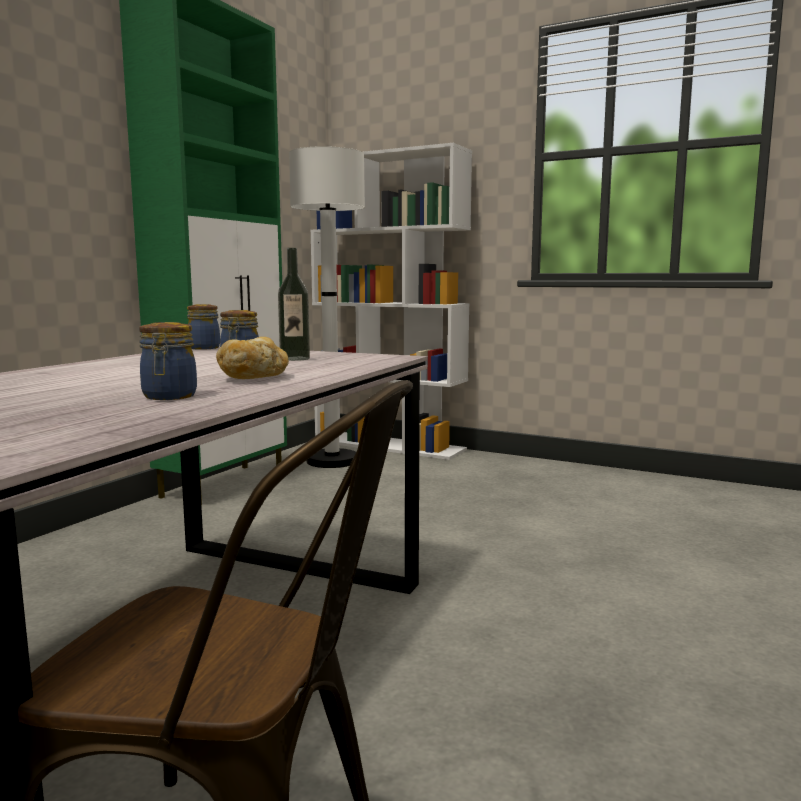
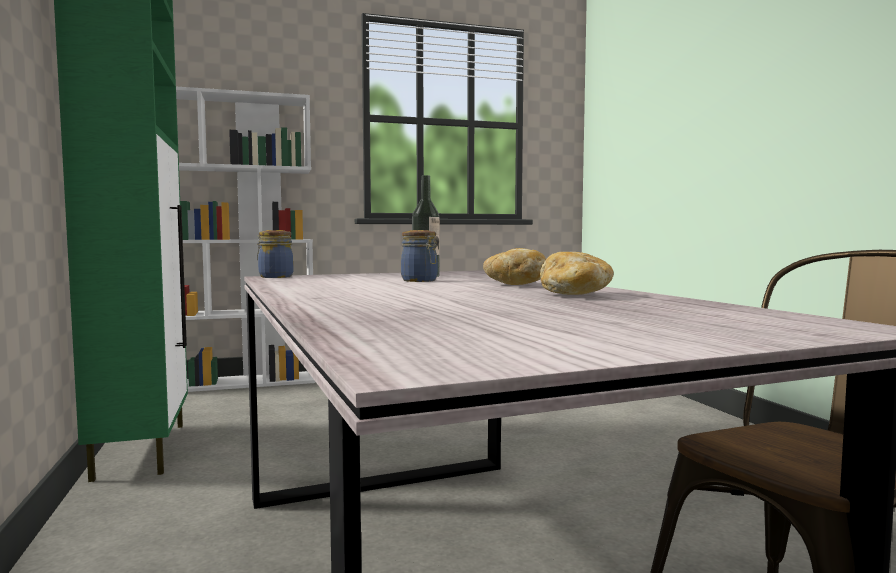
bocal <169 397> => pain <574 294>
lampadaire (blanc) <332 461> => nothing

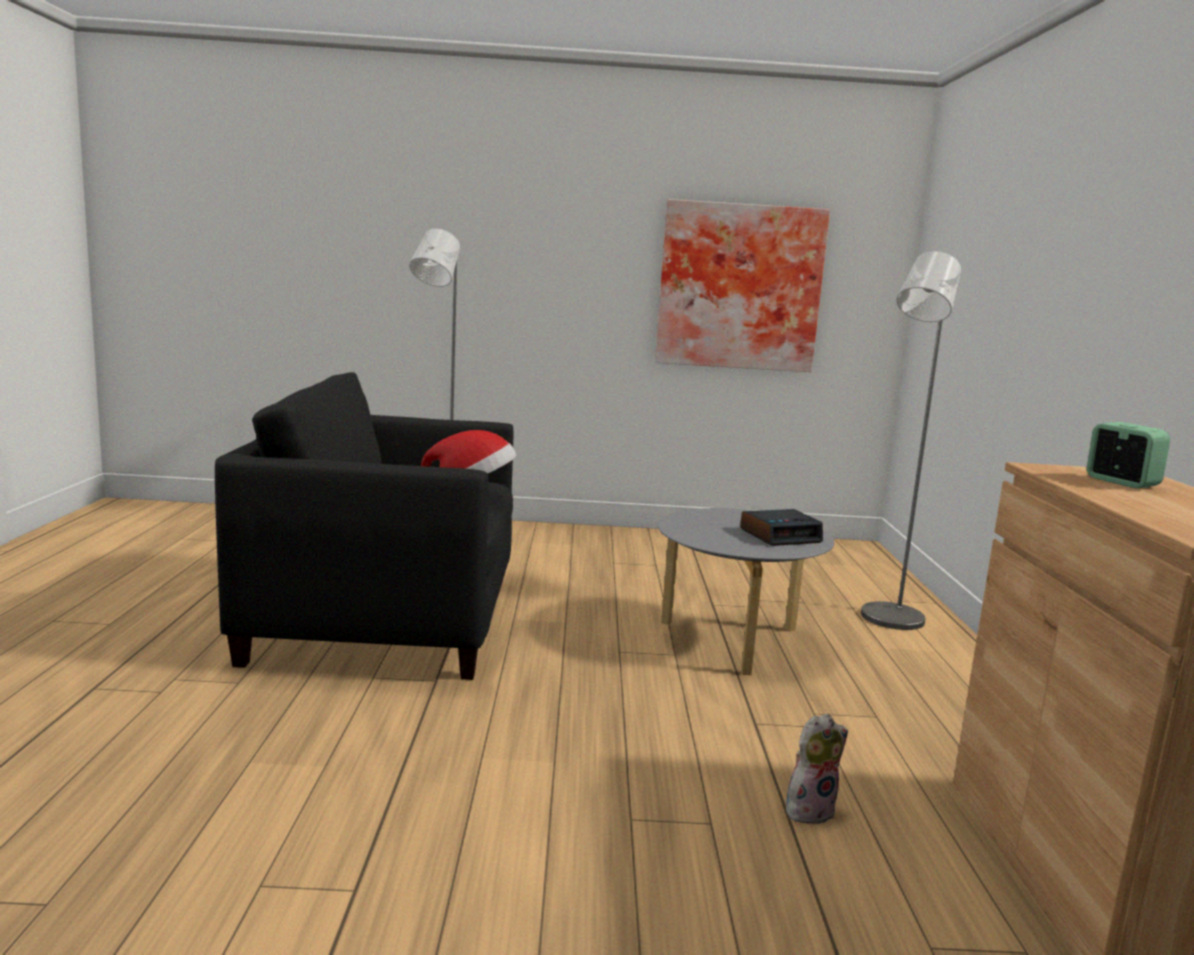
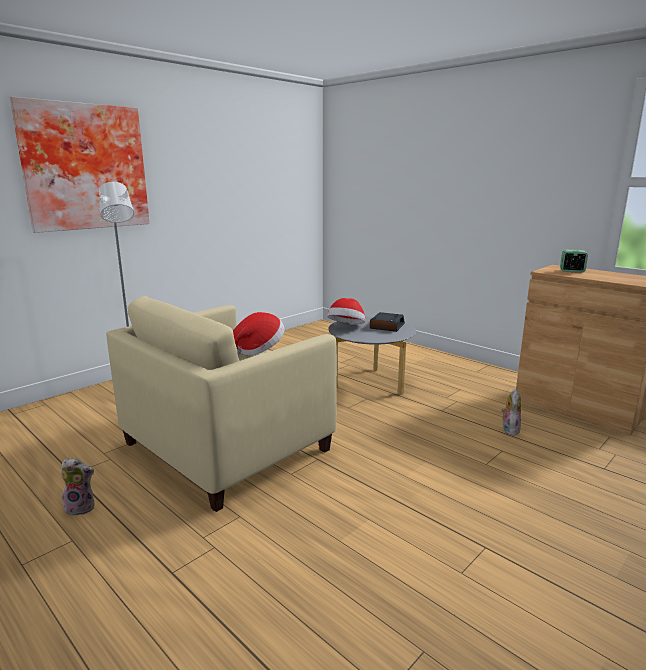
tableau <739 287> => tableau <84 167>, move
nothing => peluche <81 507>
fauteuil (noir) <386 620> => fauteuil (beige) <227 446>
nothing => chapeau <346 327>
lampadaire (gris) <888 621> => nothing

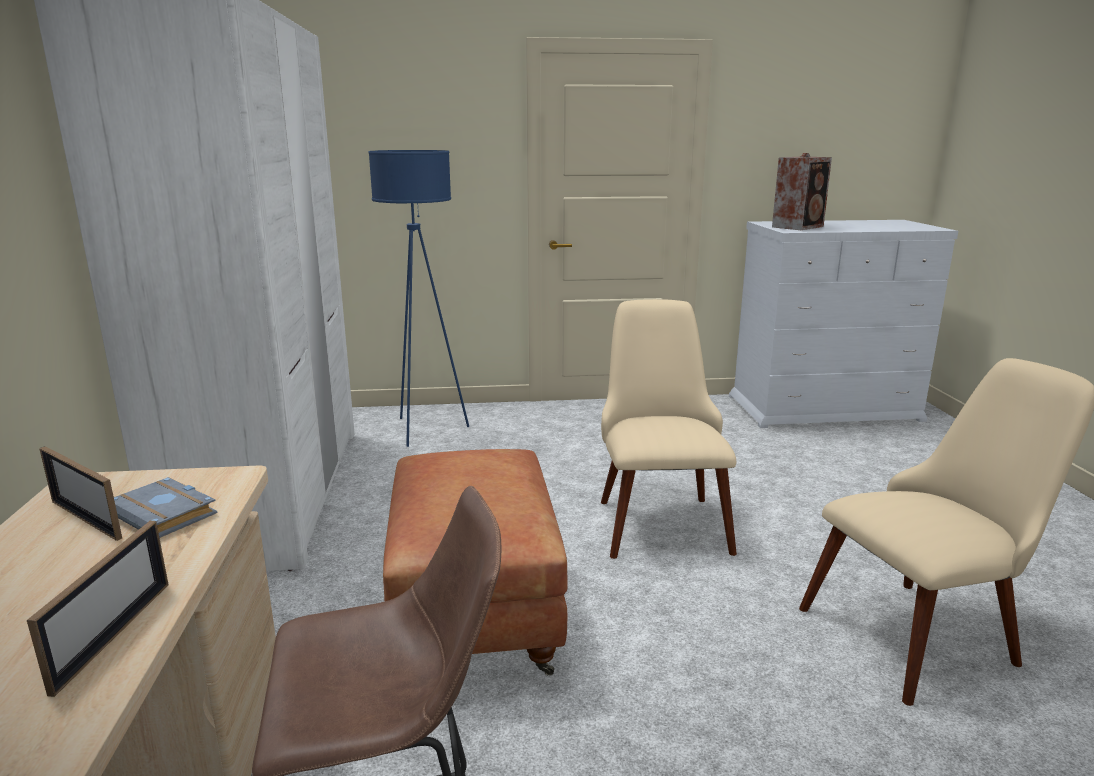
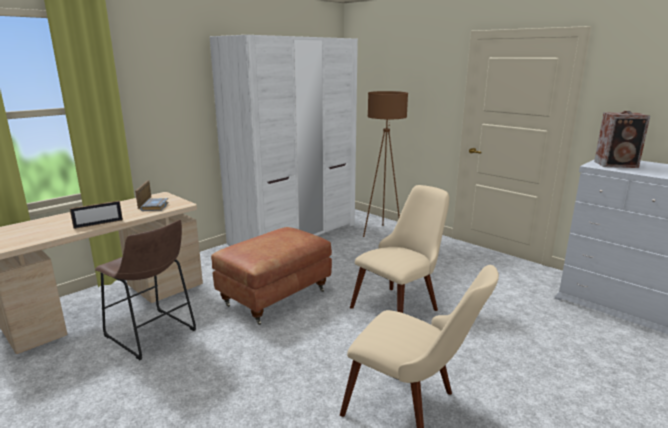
lampadaire (bleu) <425 430> => lampadaire (marron) <382 233>

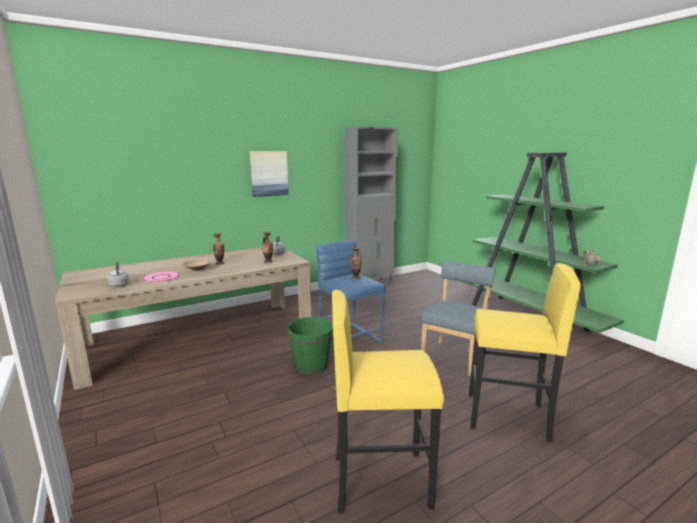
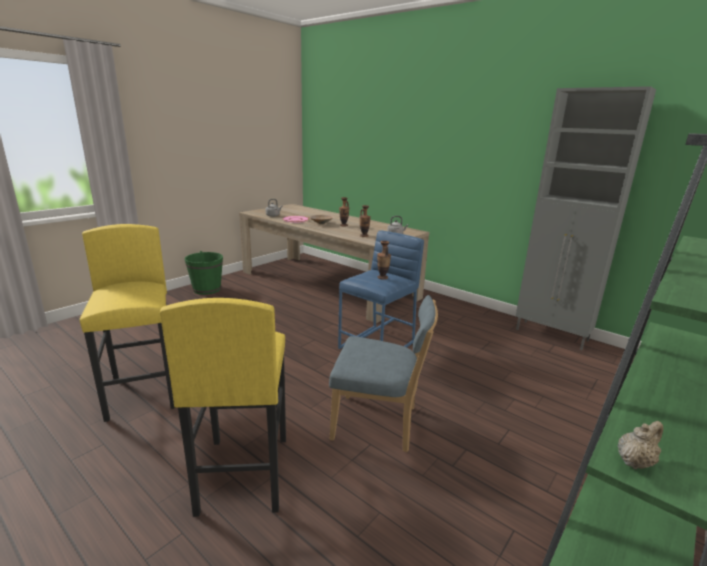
seau (vert) <311 365> => seau (vert) <207 289>, move
tableau <269 173> => nothing

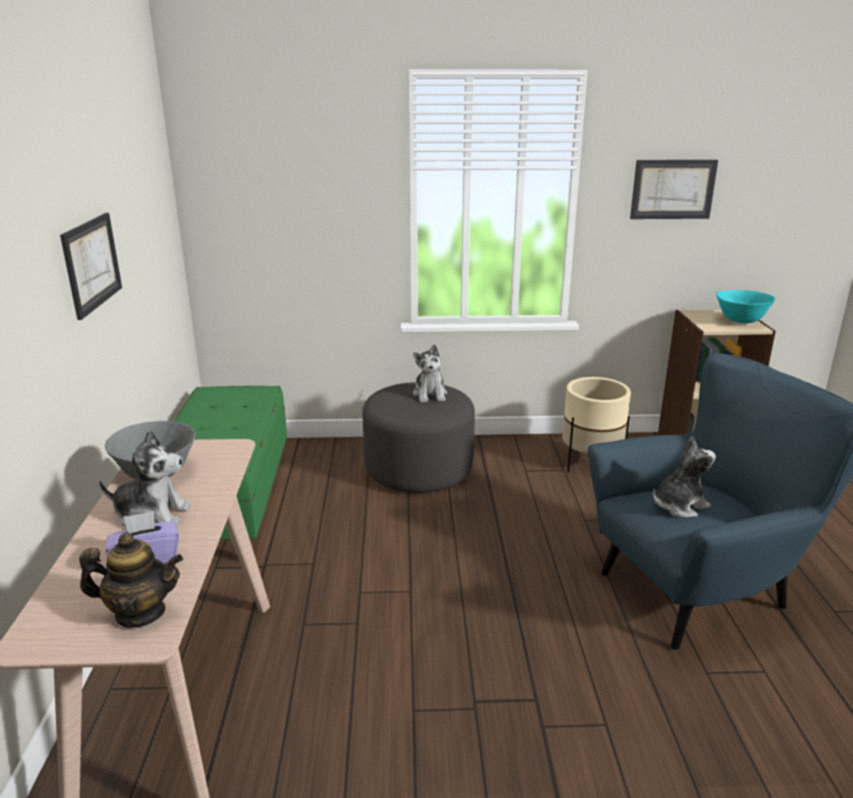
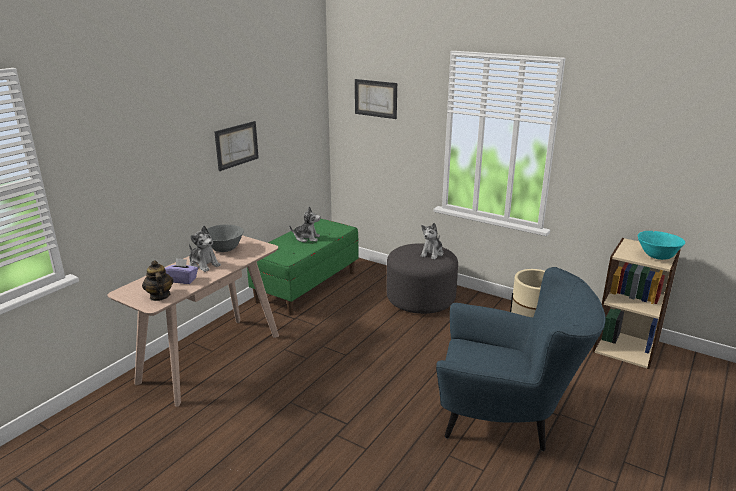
théière <140 613> => théière <159 296>, 150 degrees counterclockwise
peluche <678 505> => peluche <307 238>, move
tableau <672 189> => tableau <376 98>, move

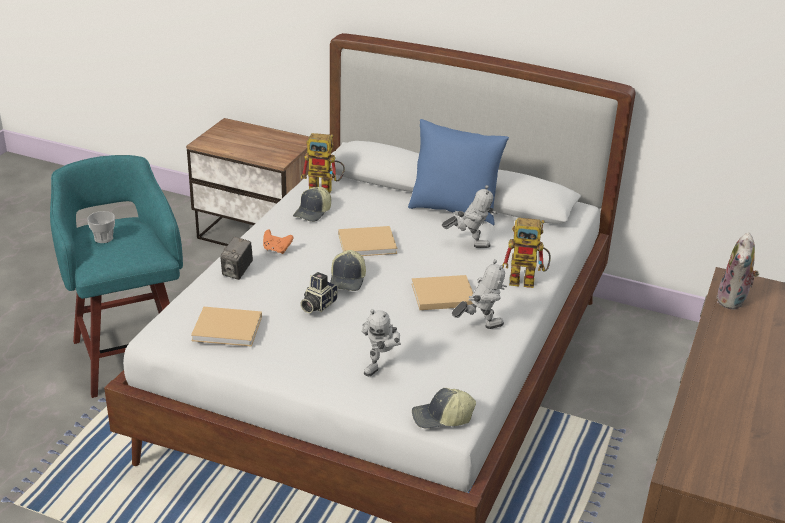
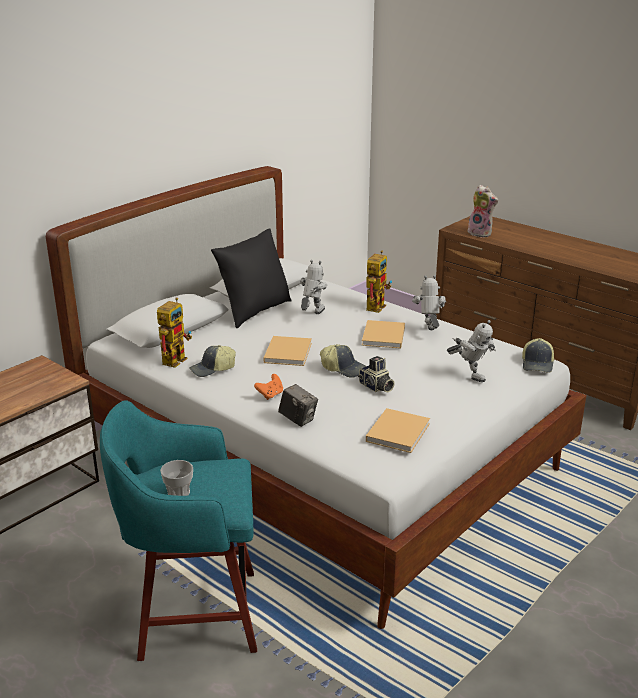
casquette <313 212> => casquette <213 369>, 105 degrees clockwise
coussin (bleu) <454 210> => coussin (noir) <254 312>

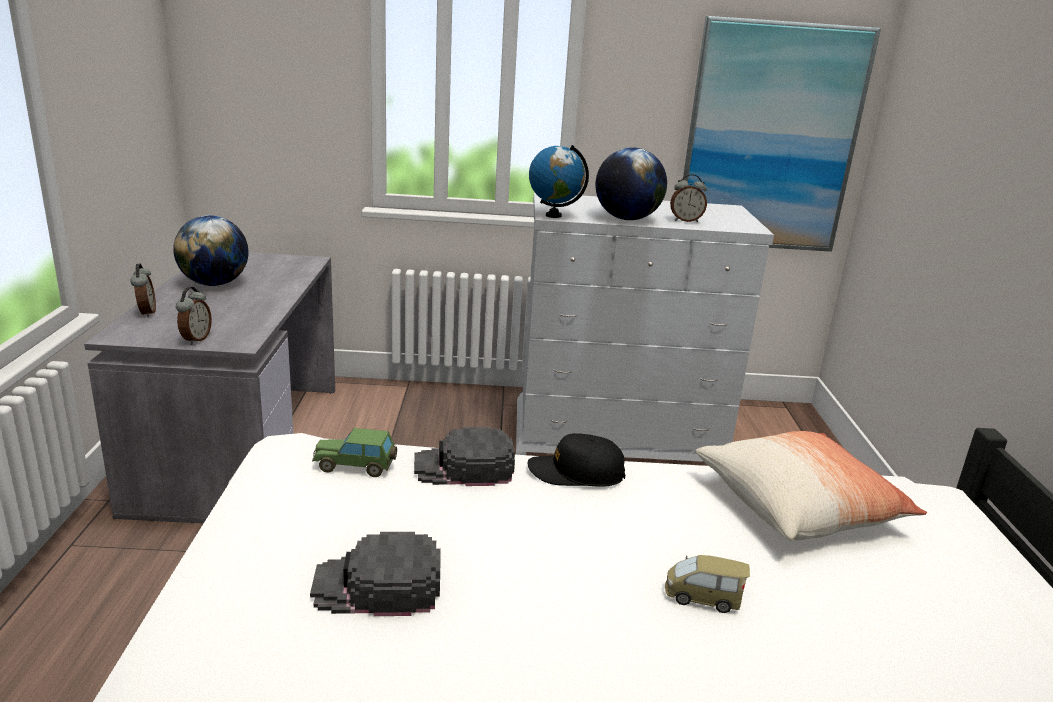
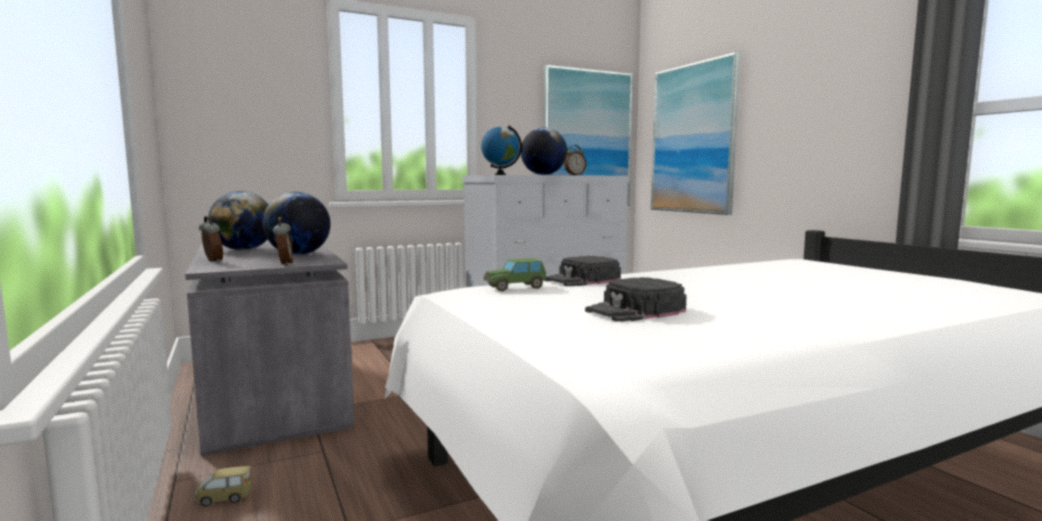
petite voiture <702 597> => petite voiture <224 498>, move
nothing => globe <299 255>
nothing => tableau <693 139>
casquette (noir) <576 473> => nothing
coussin <799 506> => nothing

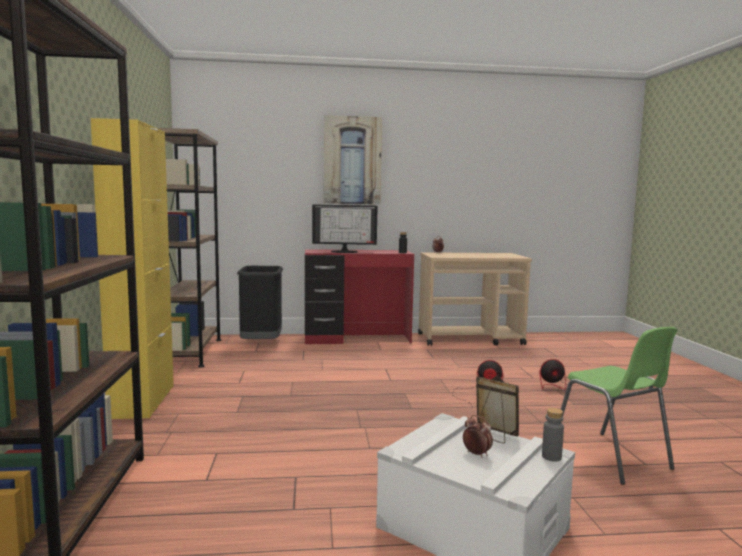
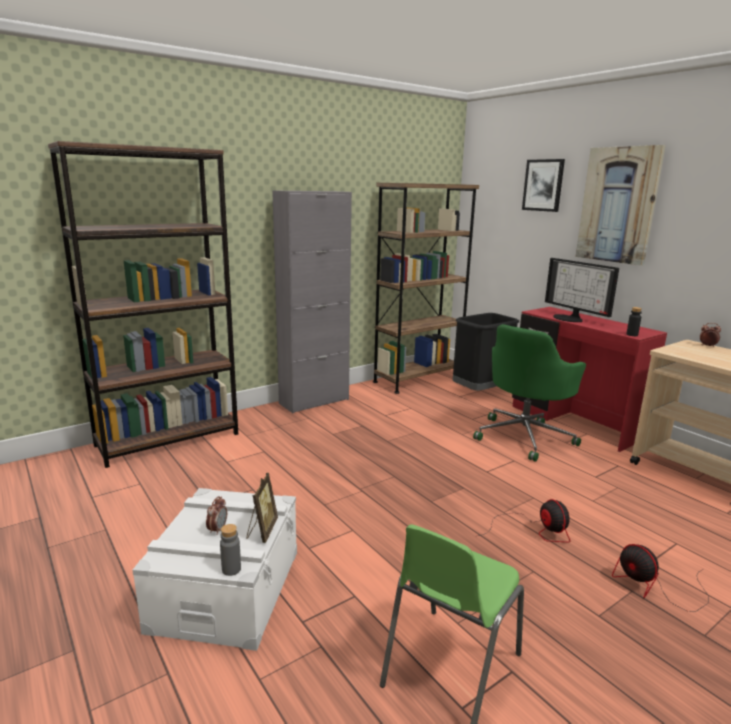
meuble de rangement (jaune) <142 401> => meuble de rangement (gris) <314 401>
nothing => chaise de bureau (vert) <524 437>
nothing => tableau <543 185>

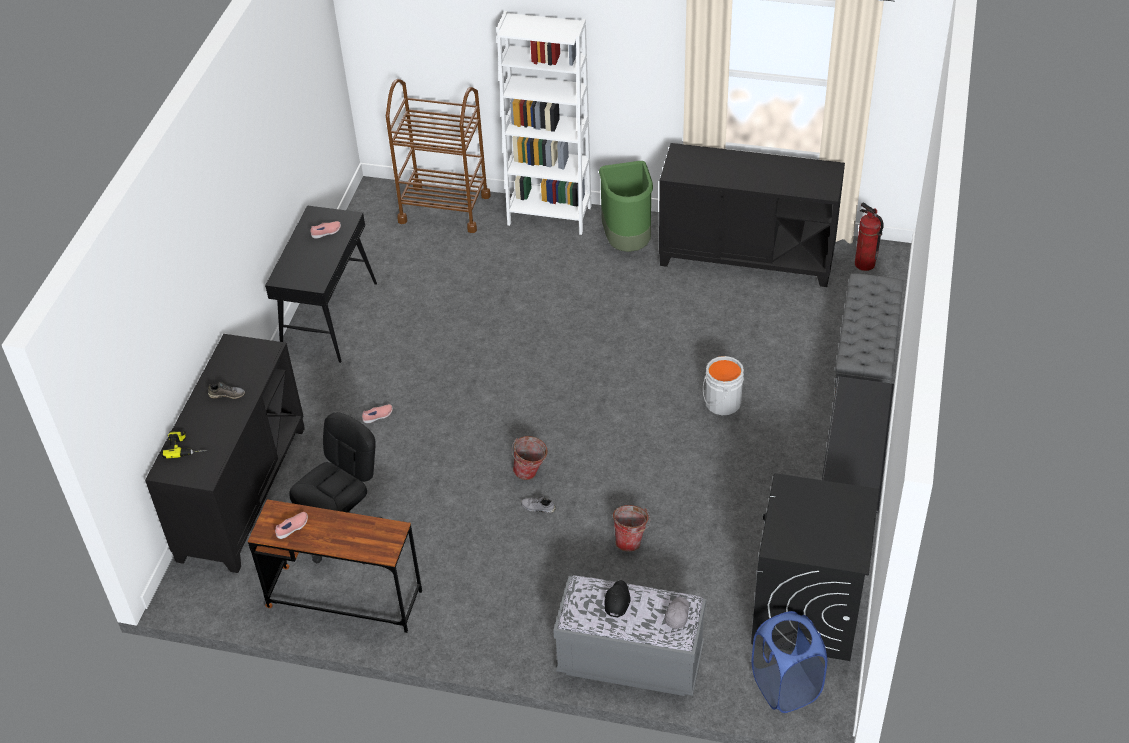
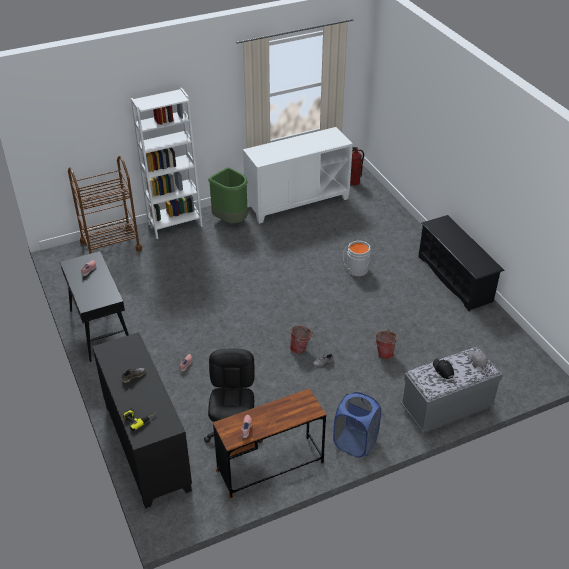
meuble de rangement (noir) <747 257> => meuble de rangement (blanc) <297 202>
panier à linge (bleu) <785 686> => panier à linge (bleu) <355 442>, move
lave-linge (noir) <807 611> => nothing
banc (gris) <864 363> => nothing

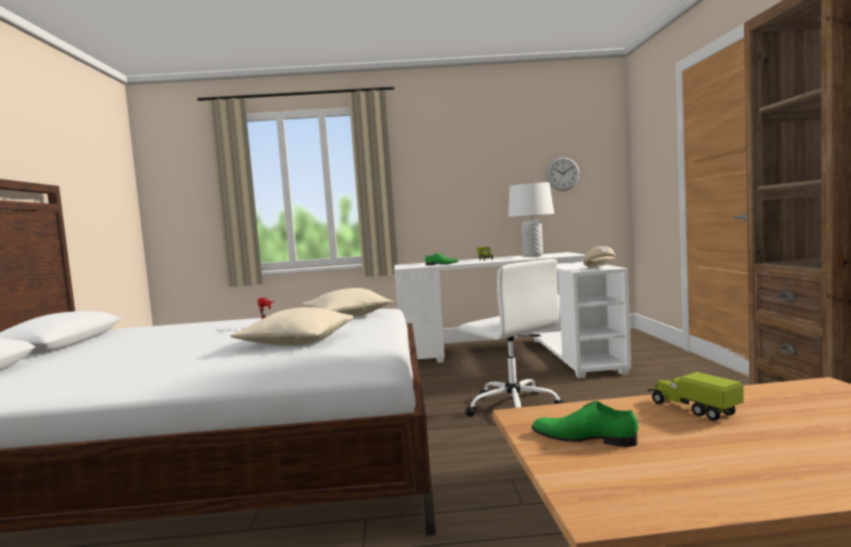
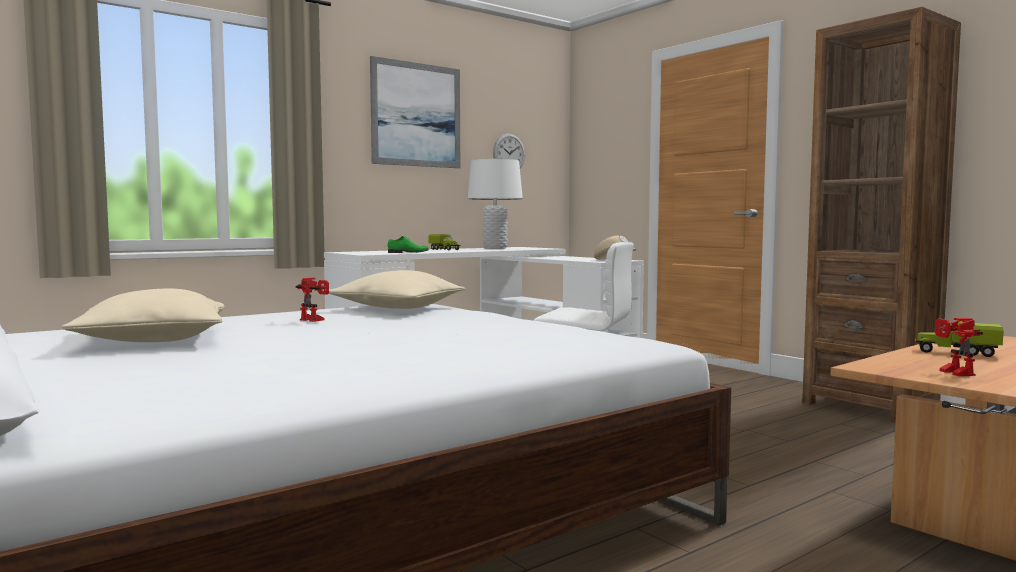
coussin (beige) <297 342> => coussin (beige) <153 340>, move
nothing => tableau <416 115>
chaussure (vert) <583 437> => robot jouet <951 372>

